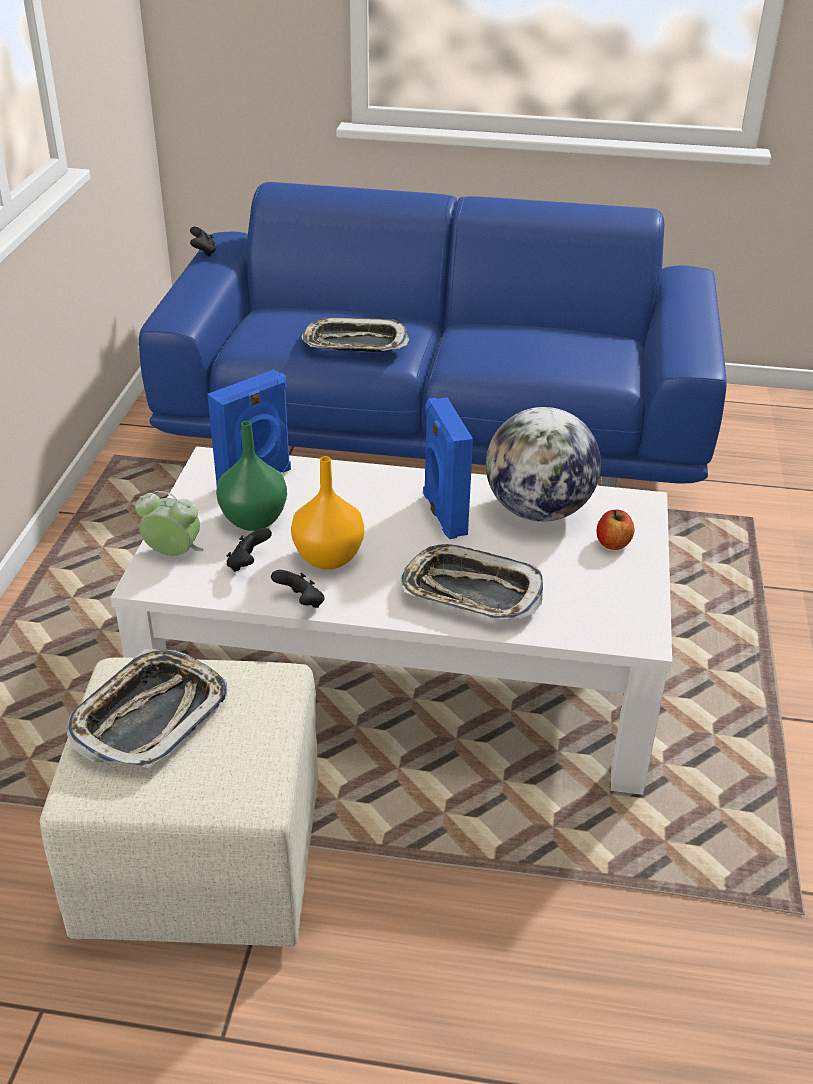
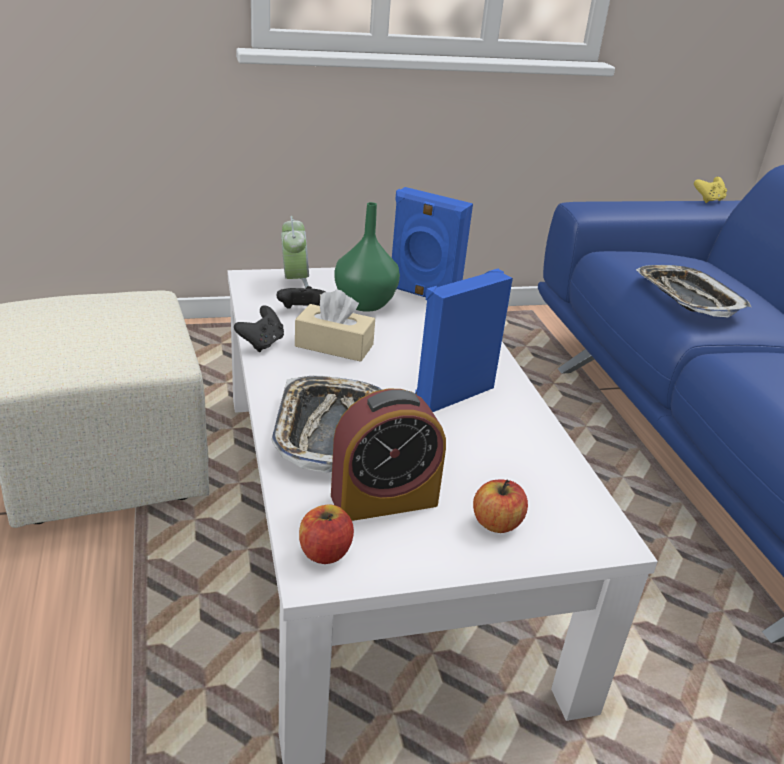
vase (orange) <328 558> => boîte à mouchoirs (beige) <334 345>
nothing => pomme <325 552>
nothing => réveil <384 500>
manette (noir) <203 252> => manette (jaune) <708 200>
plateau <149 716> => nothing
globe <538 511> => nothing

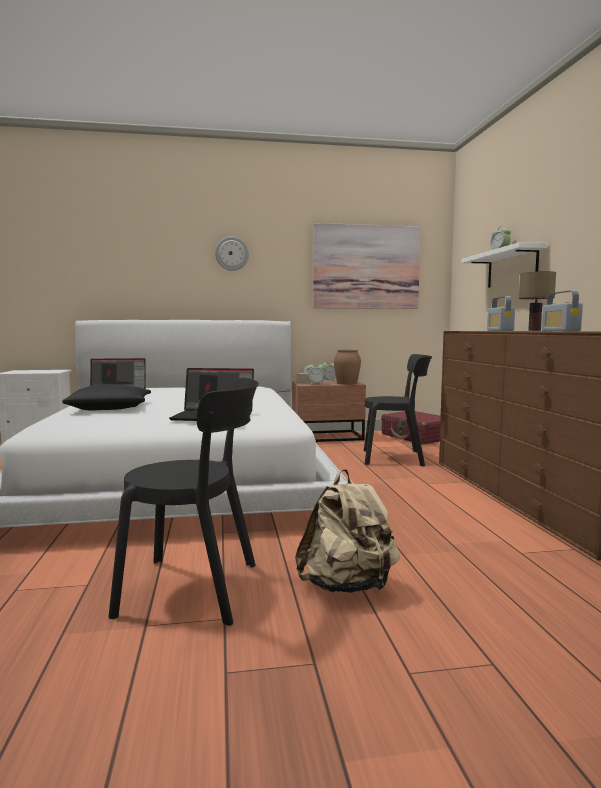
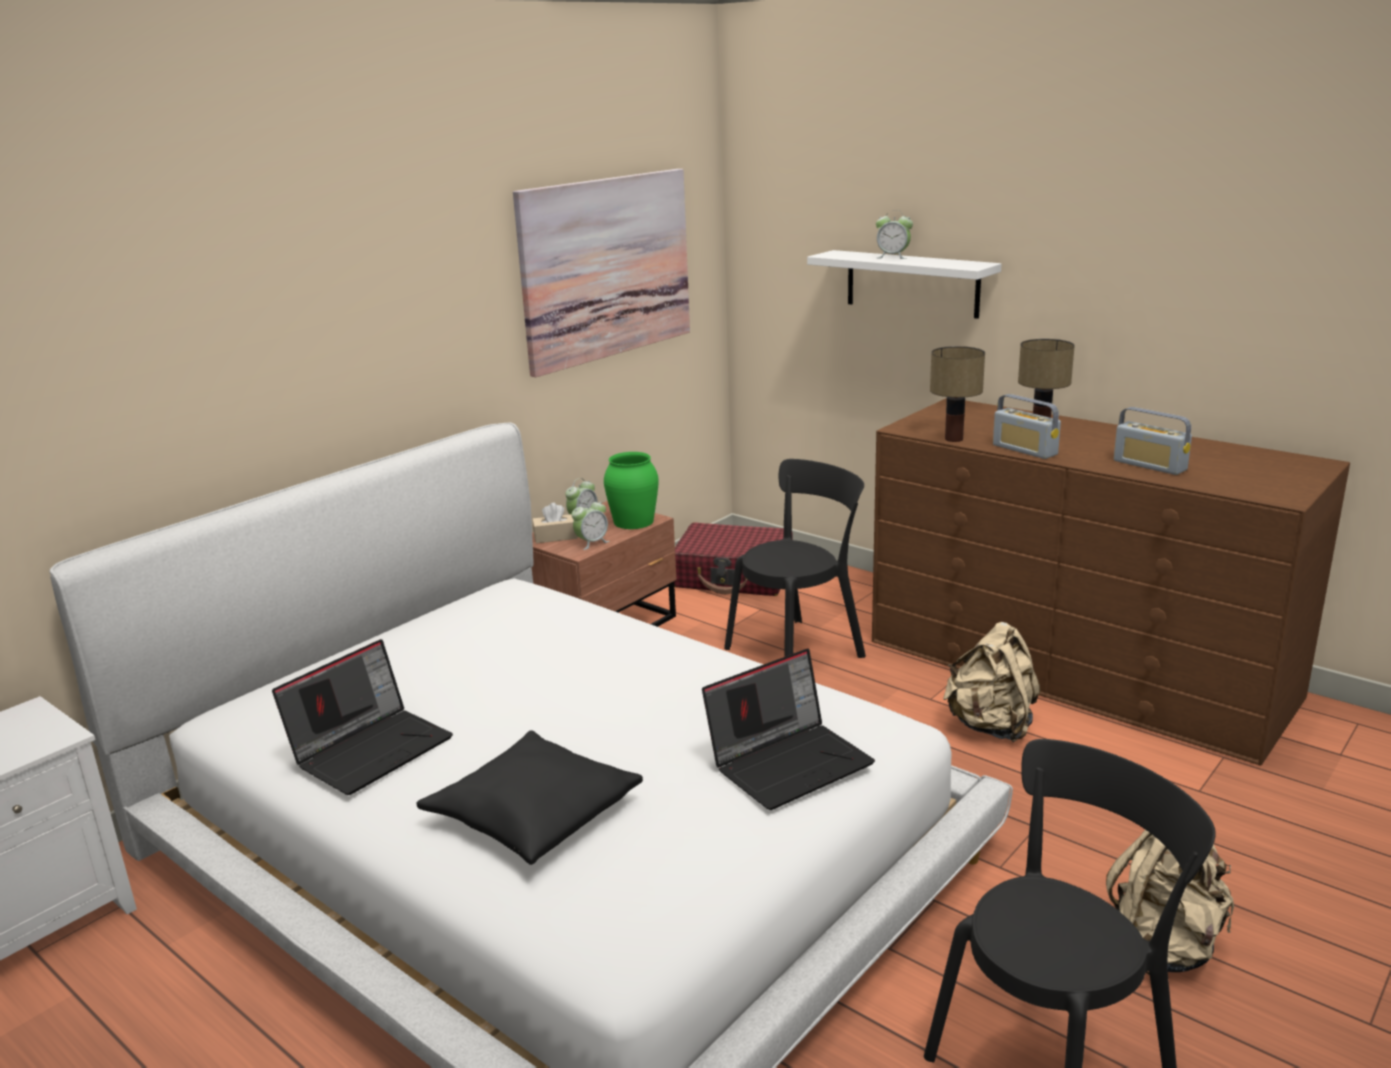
vase (marron) <346 383> => vase (vert) <633 521>
nothing => lampe de table <955 439>
nothing => sac à dos (beige) <991 726>
horloge murale <232 253> => nothing

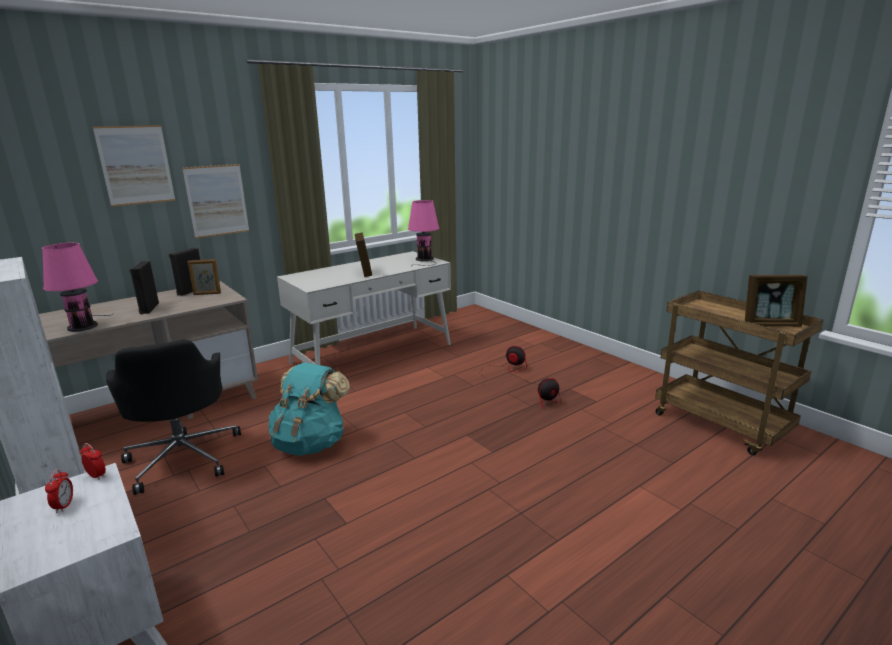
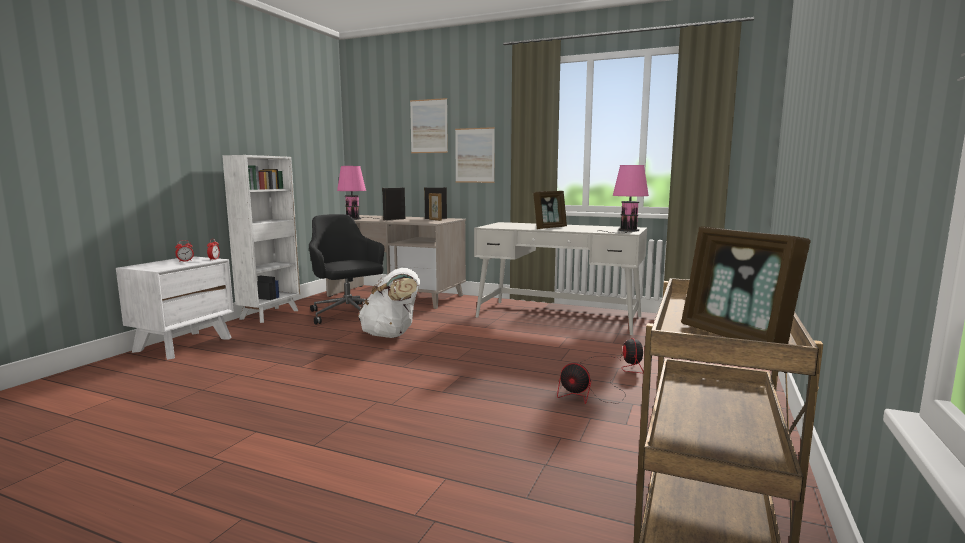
chaise de bureau (noir) <184 457> => chaise de bureau (noir) <348 314>, 105 degrees clockwise
sac à dos (turquoise) <310 443> => sac à dos (blanc) <392 334>

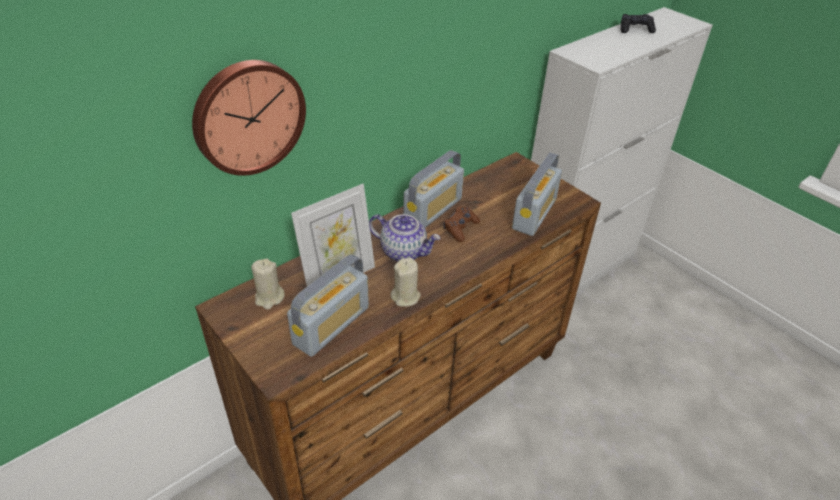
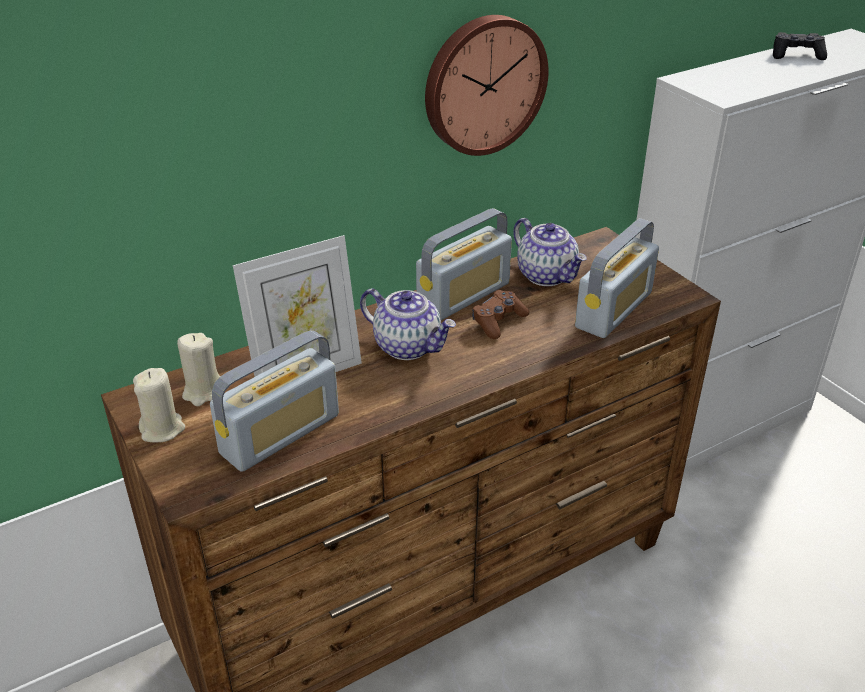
bougie (beige) <405 297> => bougie (beige) <162 429>, move
horloge murale <248 116> => horloge murale <483 84>, move
nothing => théière <547 275>

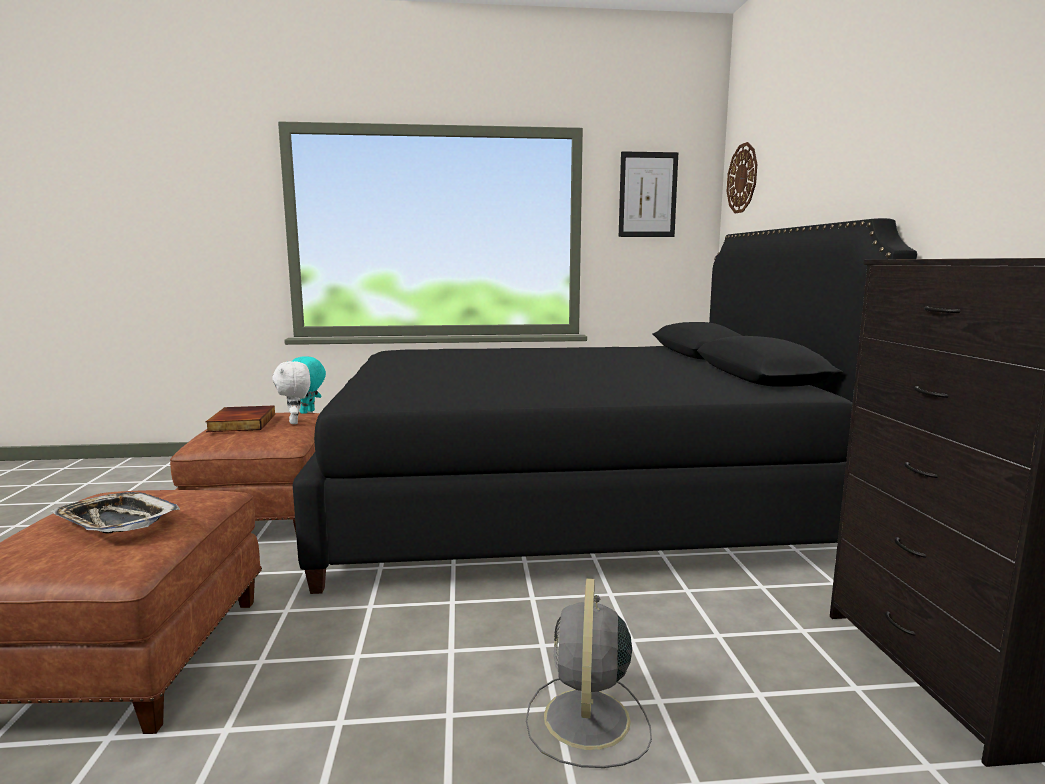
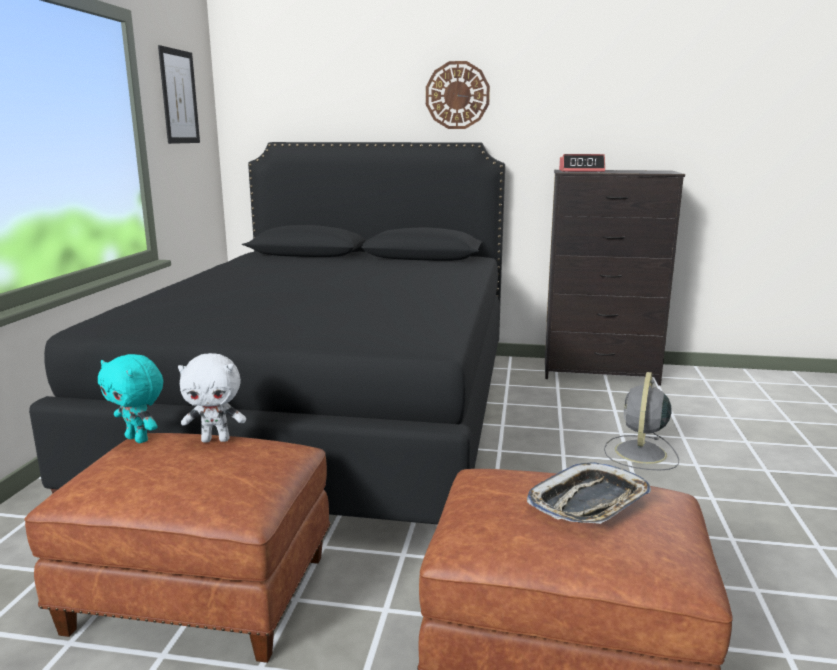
horloge murale <742 178> => horloge murale <457 95>, move
nothing => réveil <581 171>
ventilateur (gris) <586 721> => ventilateur (gris) <640 453>, 90 degrees clockwise
livre <241 423> => nothing

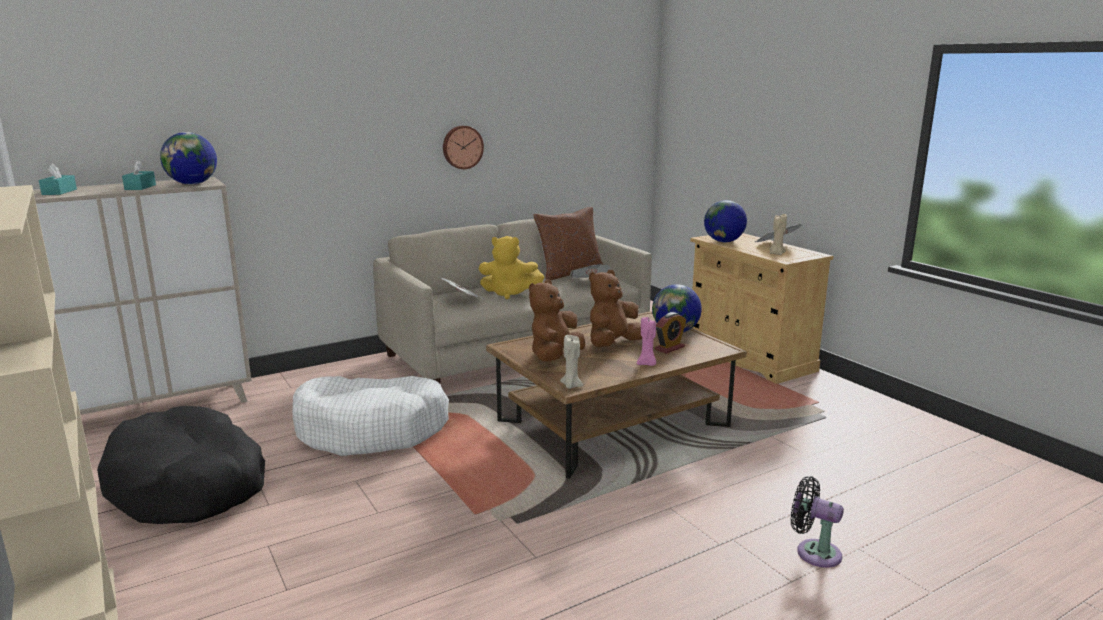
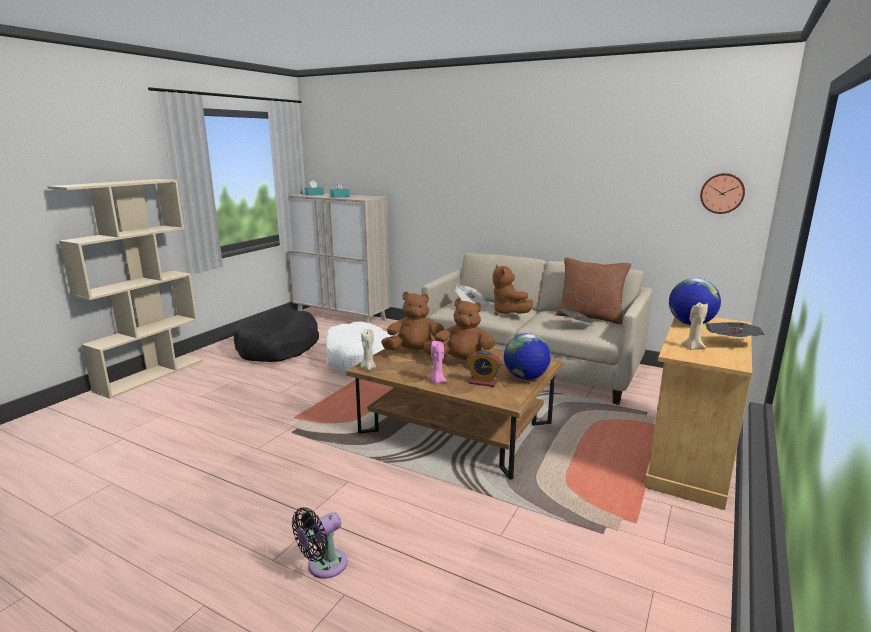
ventilateur (noir) <813 552> => ventilateur (noir) <323 566>, 135 degrees counterclockwise
peluche (jaune) <509 293> => peluche (marron) <508 313>
horloge murale <462 147> => horloge murale <722 193>, move
globe <192 184> => nothing

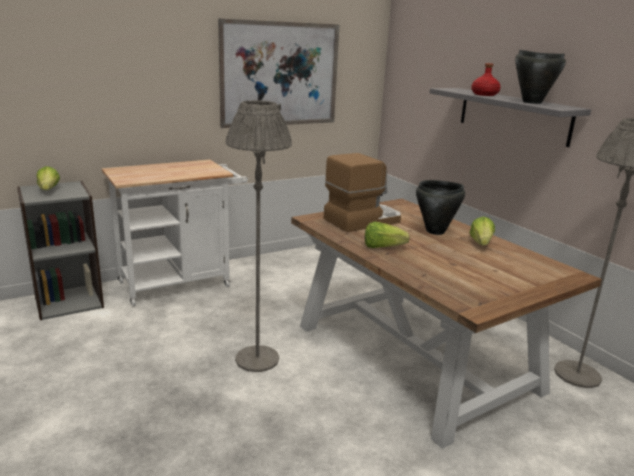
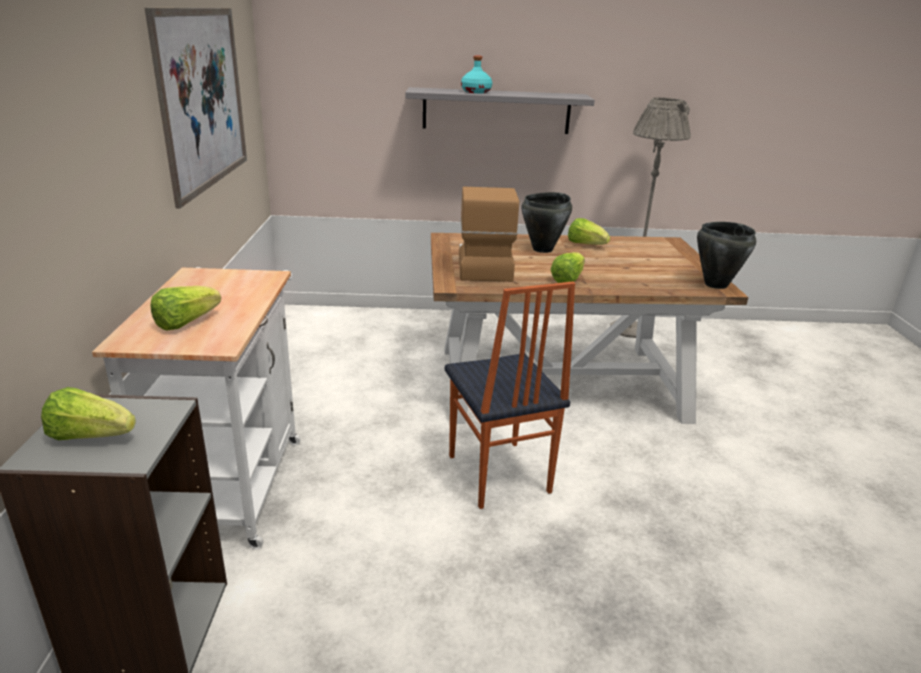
nothing => laitue <186 323>
lampadaire (gris) <257 359> => chaise <497 475>
bouteille (rouge) <484 94> => bouteille (turquoise) <476 92>
marmite (noir) <531 102> => marmite (noir) <715 284>, move

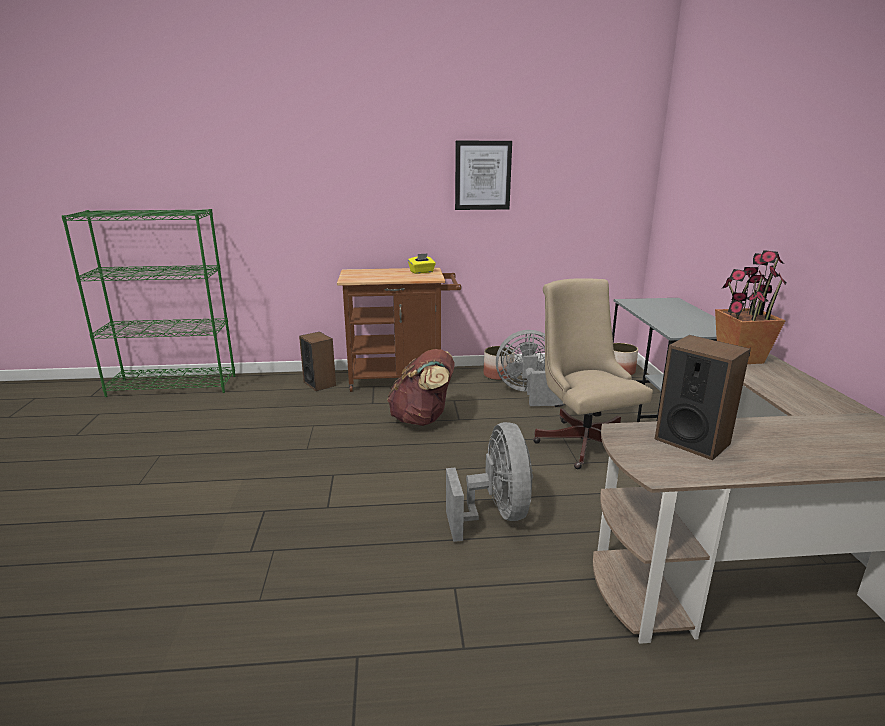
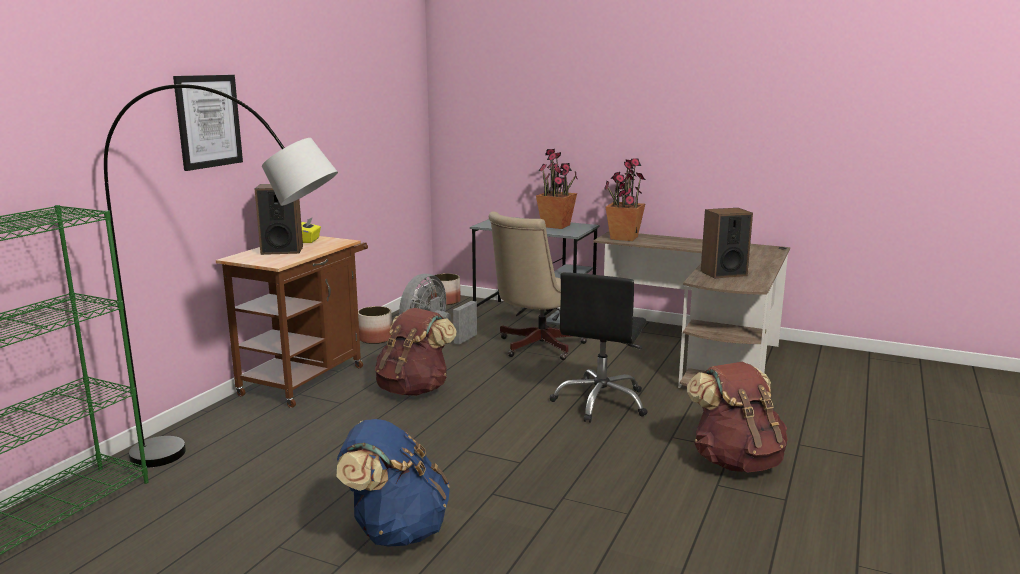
nothing => lampadaire (gris) <247 463>
tableau <482 175> => tableau <208 121>, move
enceinte <319 383> => enceinte <282 250>, move
nothing => sac à dos (bleu) <395 531>
chaise de bureau (beige) <582 440> => chaise de bureau (beige) <536 347>, 60 degrees counterclockwise
nothing => plante en pot <556 226>
ventilateur (gris) <495 514> => chaise de bureau (noir) <601 402>
nothing => sac à dos (marron) <736 461>

